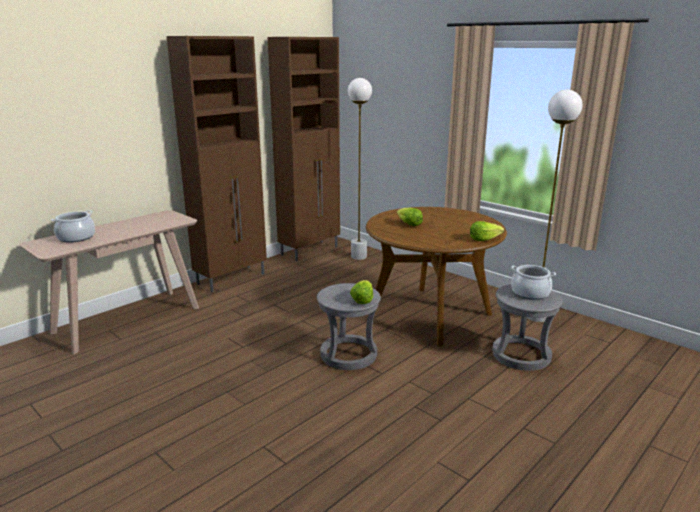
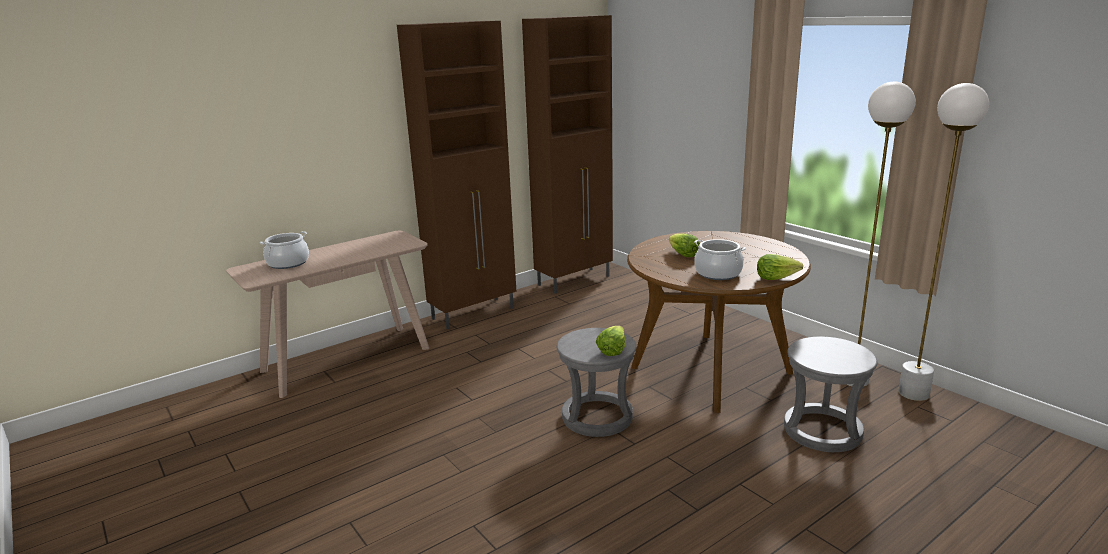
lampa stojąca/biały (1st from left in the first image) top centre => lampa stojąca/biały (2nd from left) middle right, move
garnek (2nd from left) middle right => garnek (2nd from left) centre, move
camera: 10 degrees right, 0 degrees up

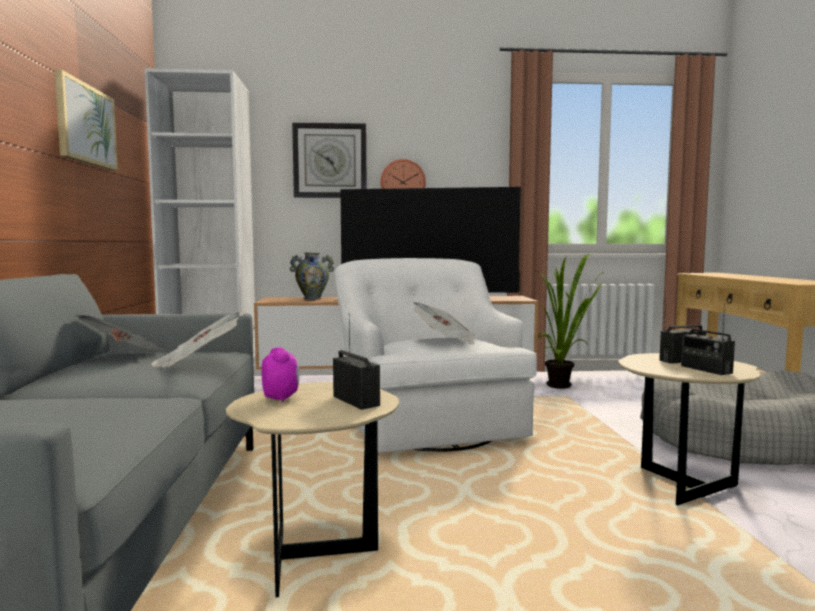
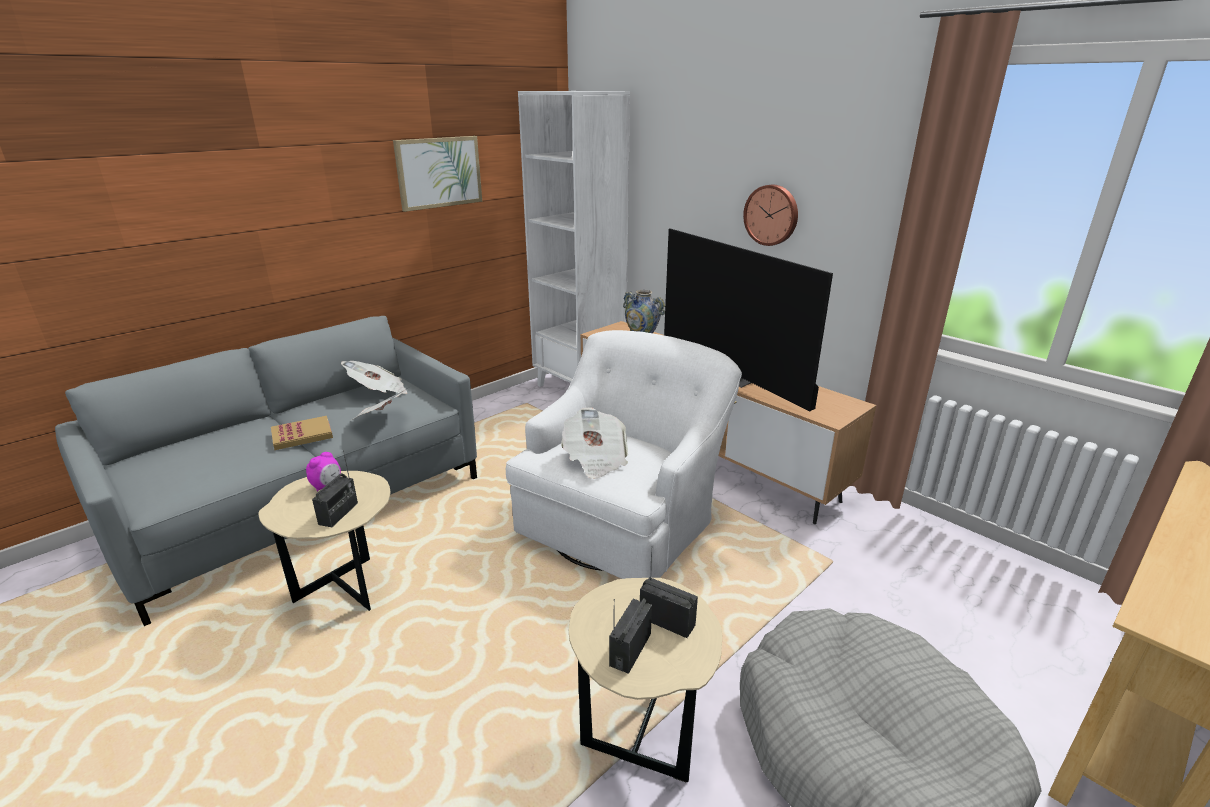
zegar ścienny (1st from left) top centre => nothing
roślina doniczkowa middle right => nothing
nothing => książka middle left
camera: 50 degrees right, 20 degrees up

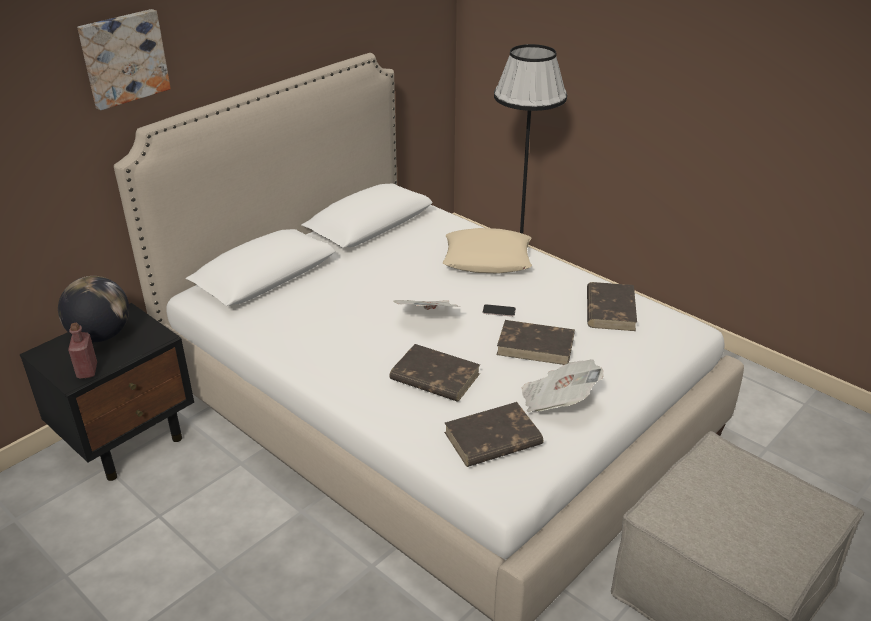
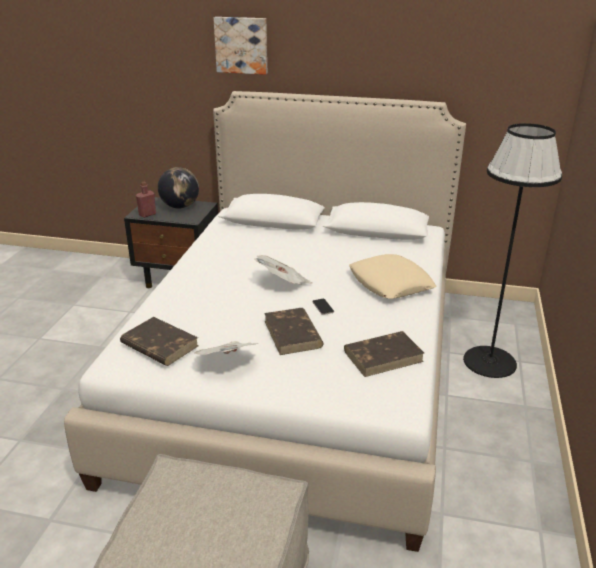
książka/brązowy (1st from left) centre => nothing
camera: 60 degrees right, 5 degrees down

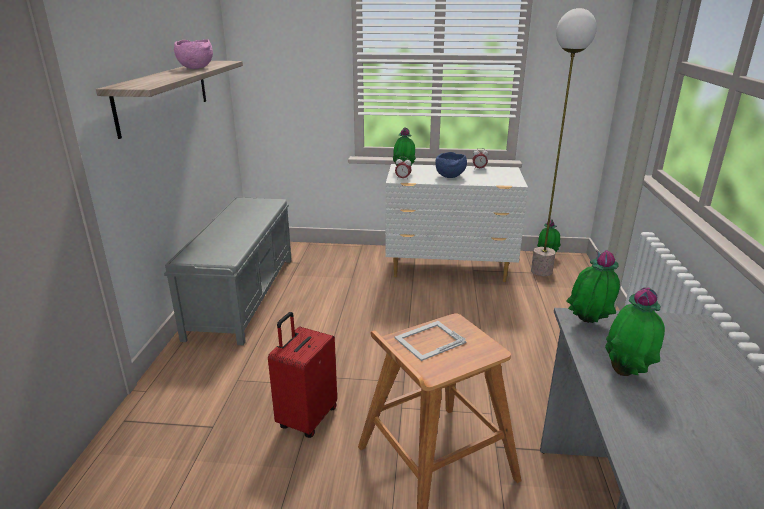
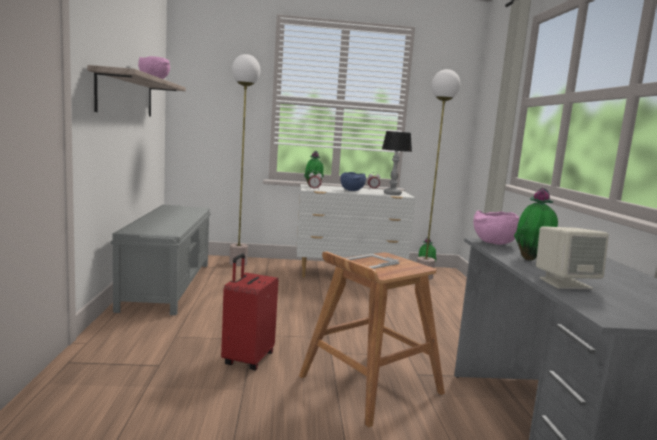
roślina doniczkowa (3rd from left) middle right => miska/różowy (2nd from left) middle right
nothing => lampa stojąca (1st from left) centre
nothing => lampa stołowa centre
nothing => głośnik/beżowy middle right
camera: 10 degrees left, 15 degrees down

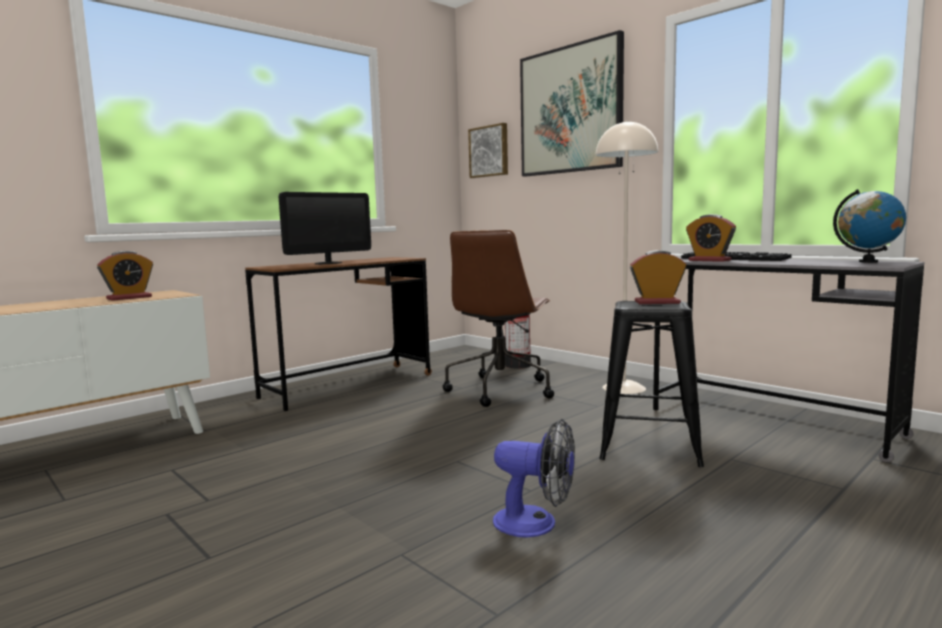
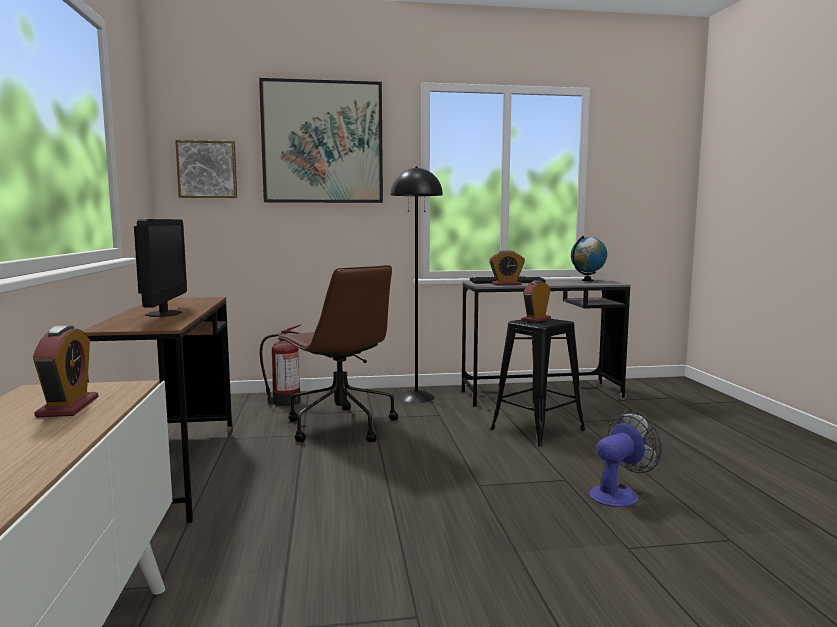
lampa stojąca/beżowy centre => lampa stojąca/czarny centre
camera: 55 degrees left, 0 degrees up

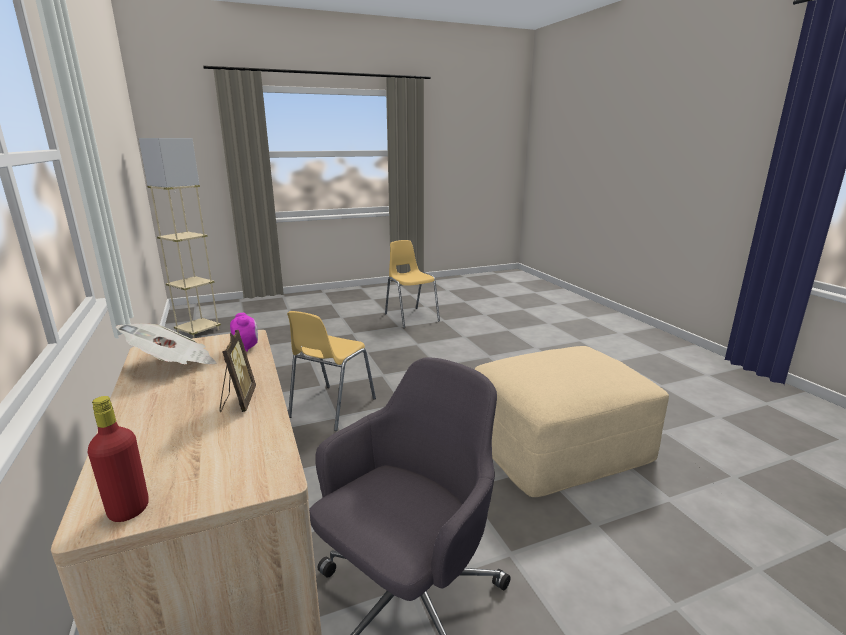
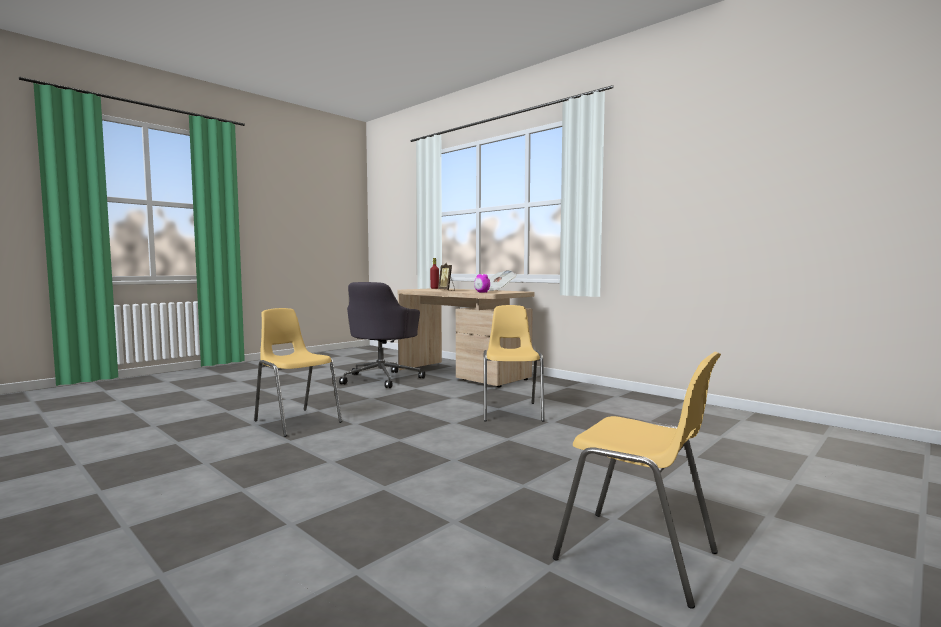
lampa stojąca/beżowy middle left => nothing
pufa/beżowy middle right => krzesło/żółty (1st from left) middle left
camera: 155 degrees right, 15 degrees down

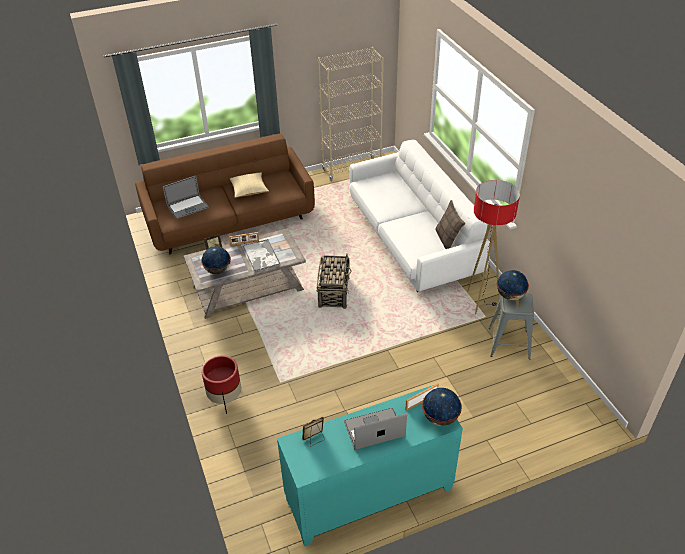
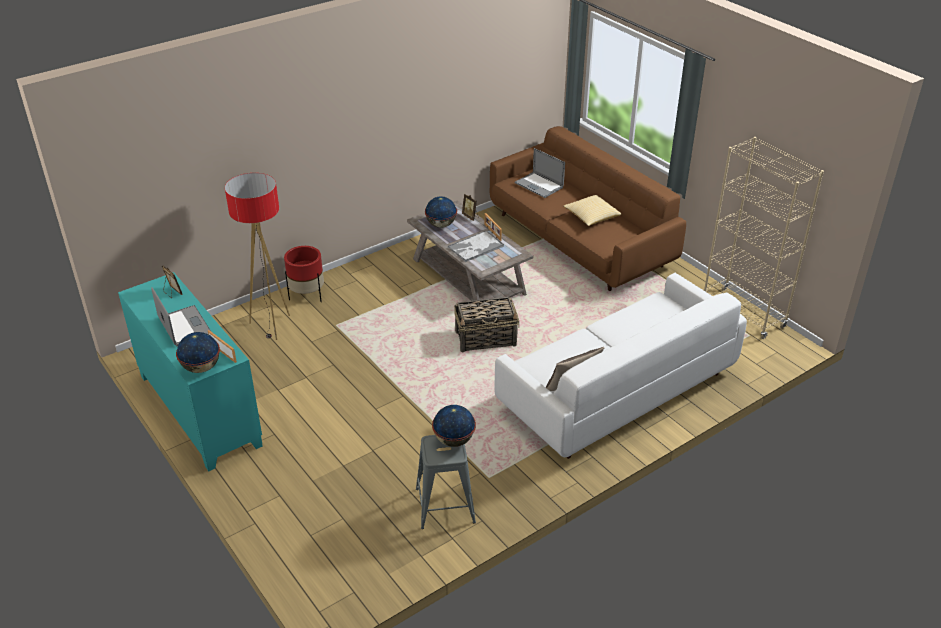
lampa stojąca middle right => lampa stojąca middle left, move
camera: 75 degrees right, 5 degrees down

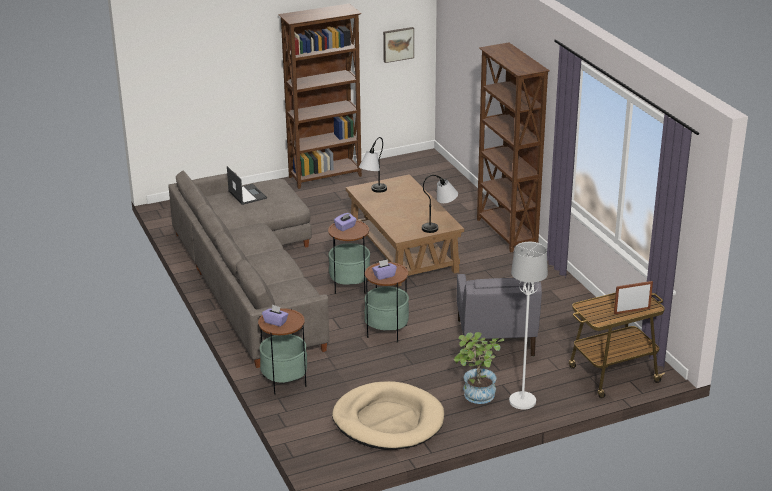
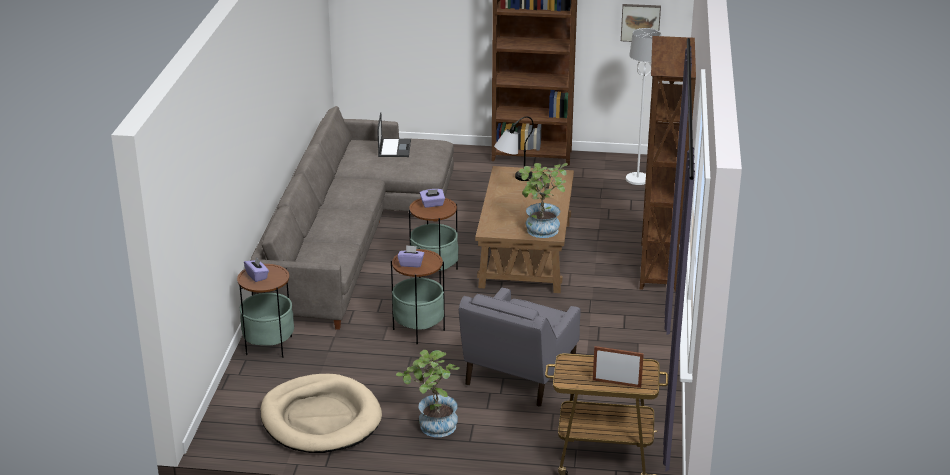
lampa stołowa (2nd from left) centre => roślina doniczkowa (2nd from left) centre
lampa stojąca/biały middle right => lampa stojąca/biały top right, move
camera: 30 degrees right, 0 degrees up

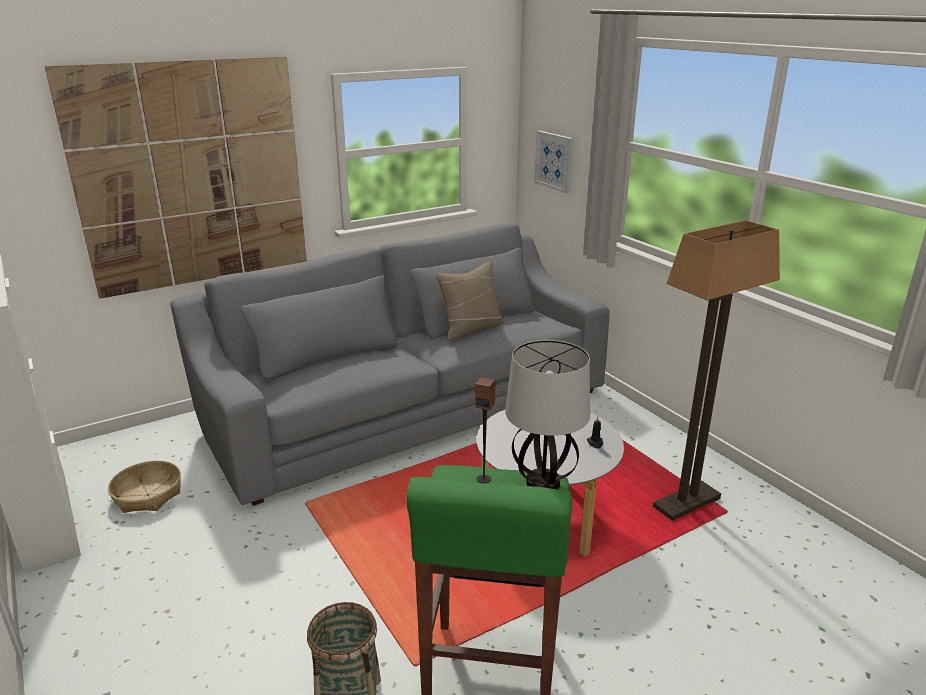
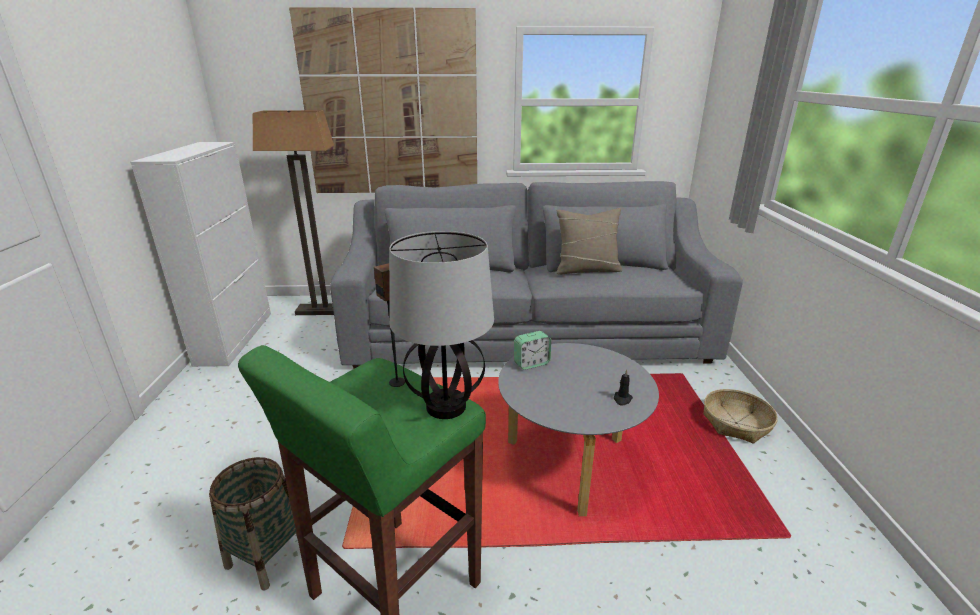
koszyk (1st from left in the first image) bottom left => koszyk (2nd from left) bottom right, move
obraz (2nd from left) top centre => nothing
lampa stojąca middle right => lampa stojąca middle left, move
nothing => budzik centre
camera: 30 degrees right, 0 degrees up

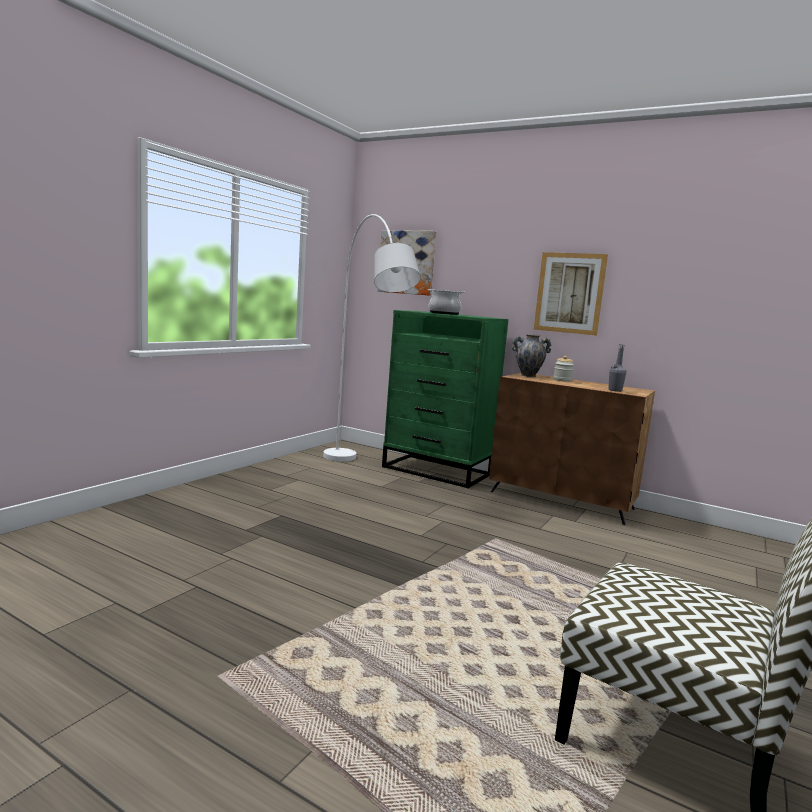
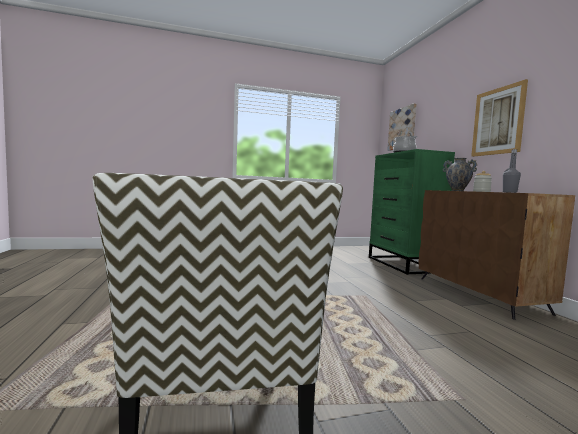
lampa stojąca/biały centre => nothing
camera: 45 degrees right, 5 degrees down

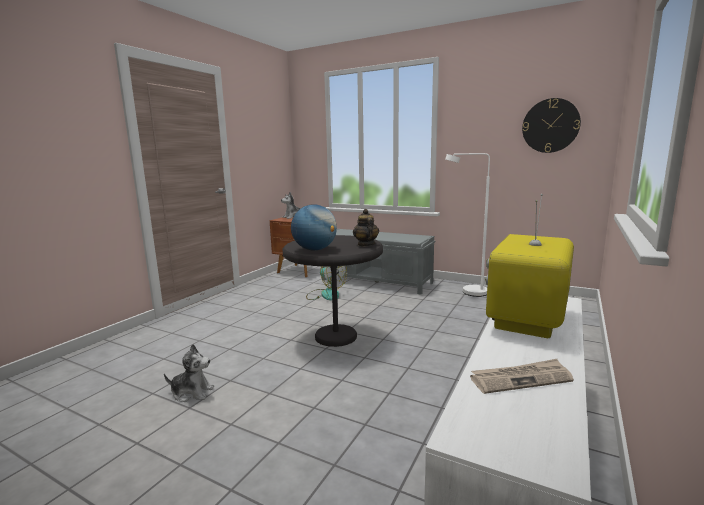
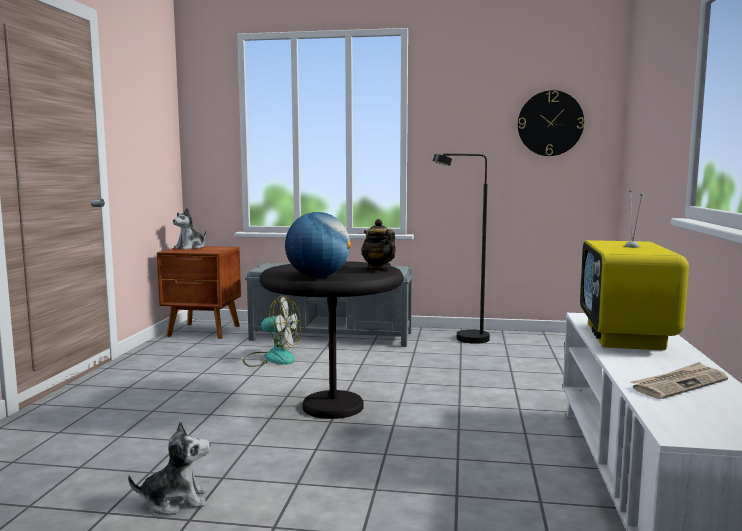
lampa stojąca/biały centre => lampa stojąca/czarny centre
camera: 20 degrees left, 5 degrees down

